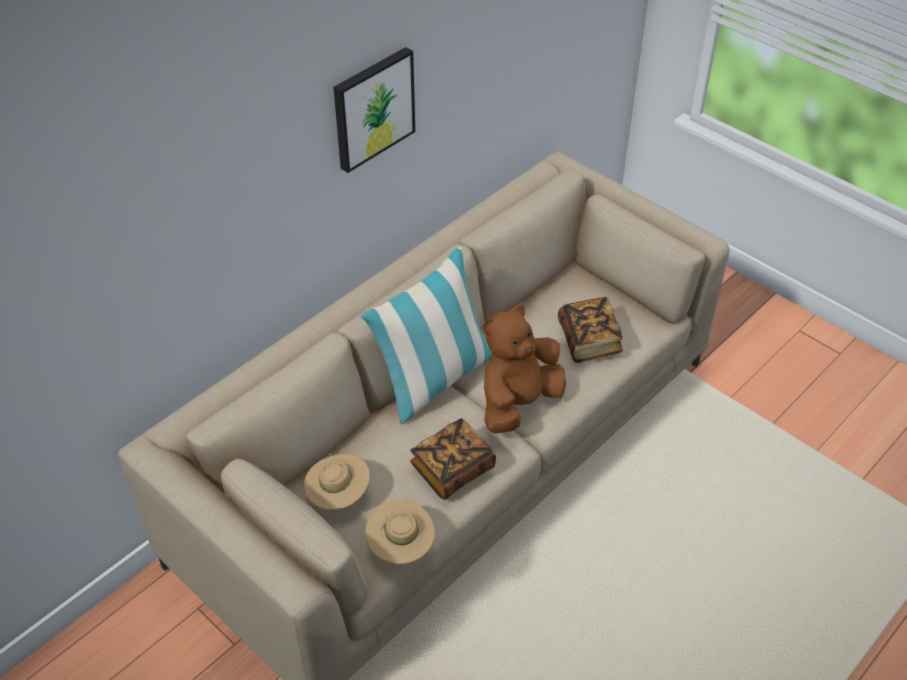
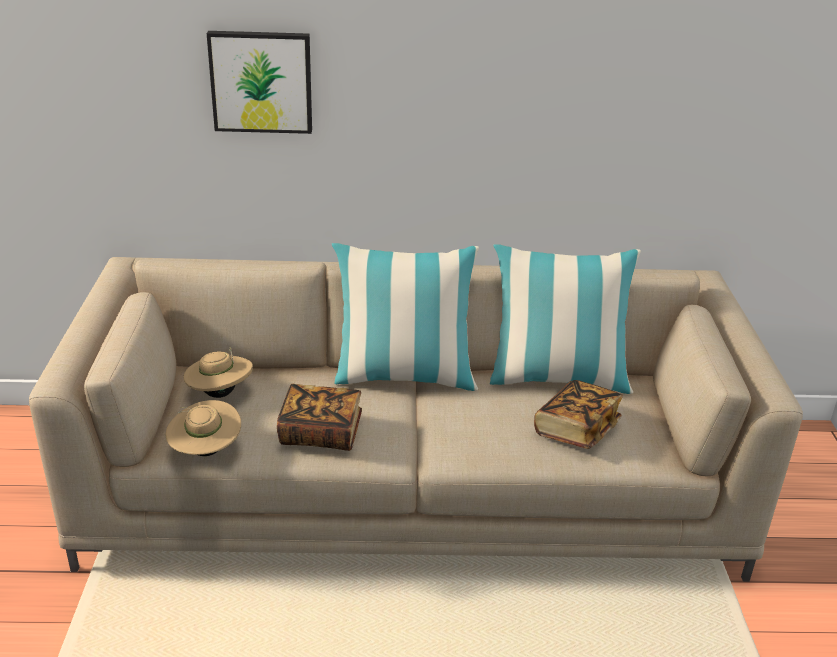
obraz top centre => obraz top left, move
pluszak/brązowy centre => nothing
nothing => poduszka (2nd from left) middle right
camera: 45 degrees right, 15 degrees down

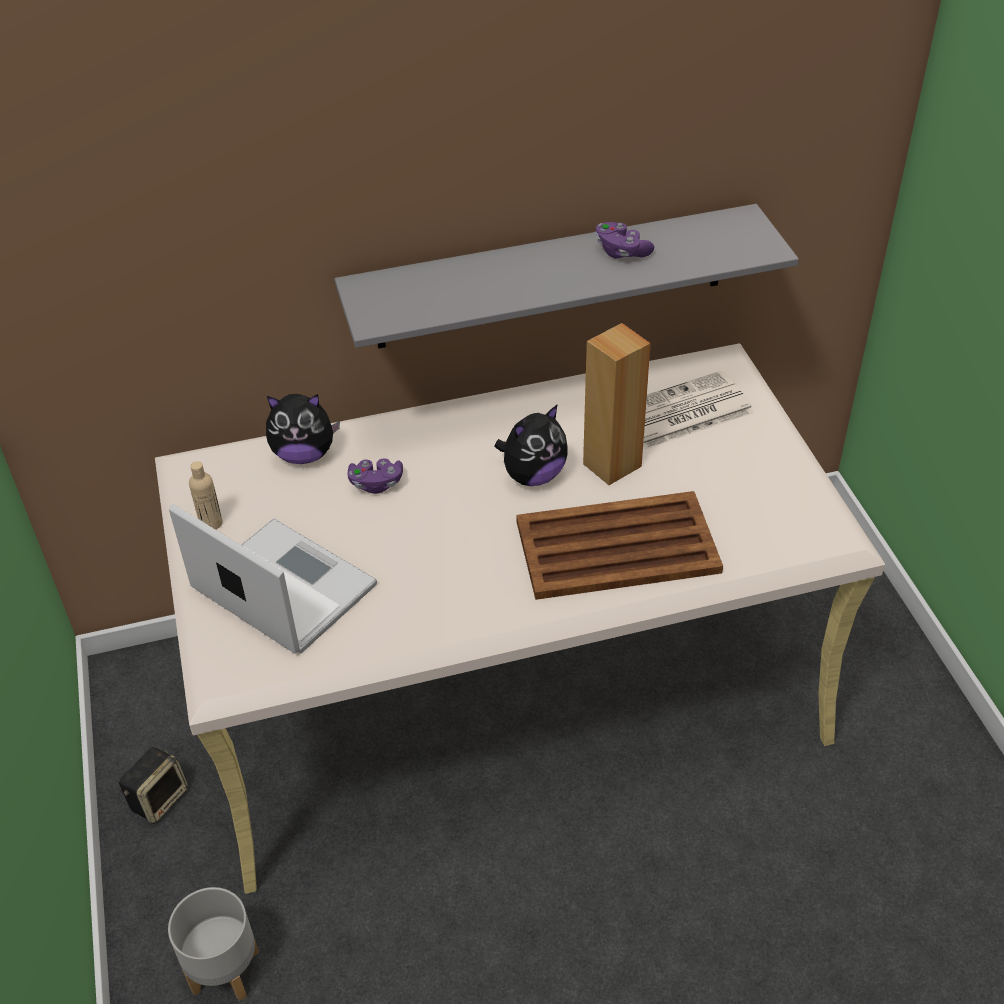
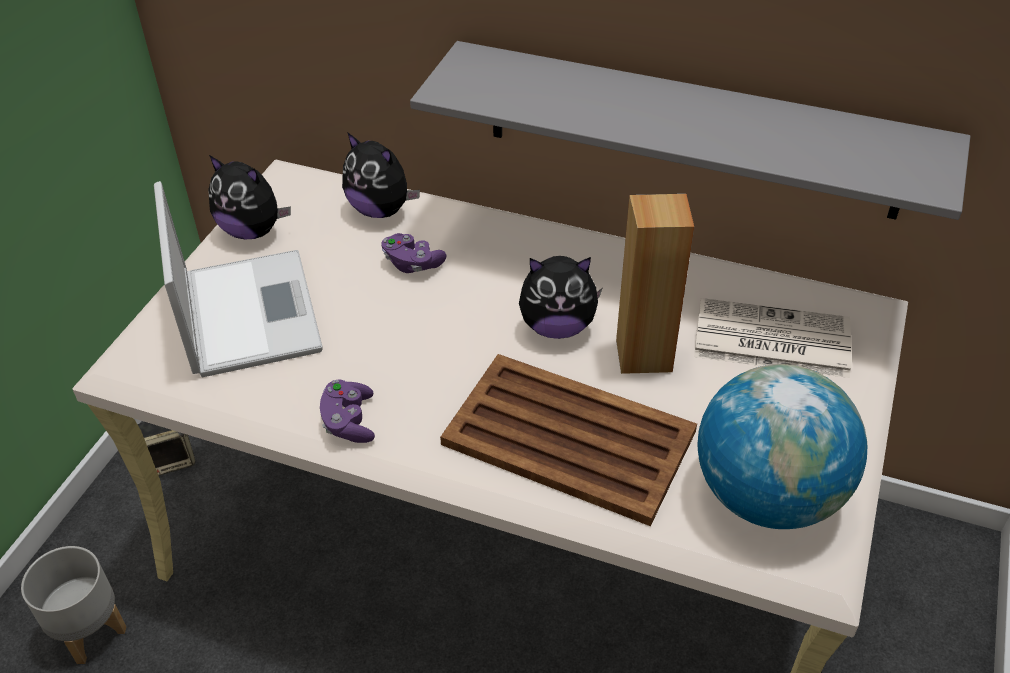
butelka/beżowy middle left => pluszak (1st from left) top left
pad do gier/fioletowy (2nd from left in the first image) top centre => pad do gier/fioletowy (1st from left) centre, move
nothing => globus middle right
camera: 35 degrees right, 0 degrees up

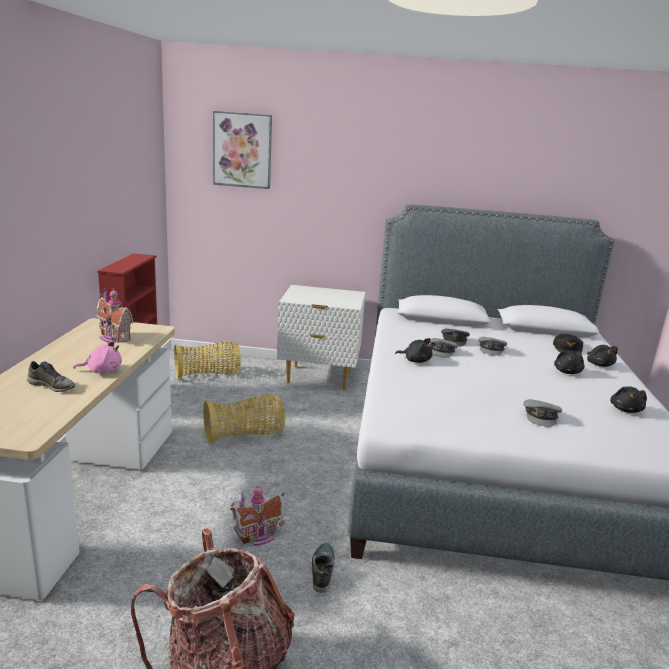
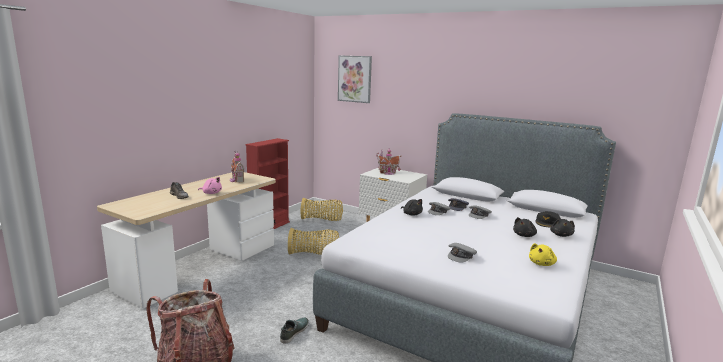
domek (2nd from left) bottom centre => domek (2nd from left) centre, move
pluszak/czarny (4th from left) middle right => pluszak/żółty bottom right
camera: 25 degrees right, 5 degrees down

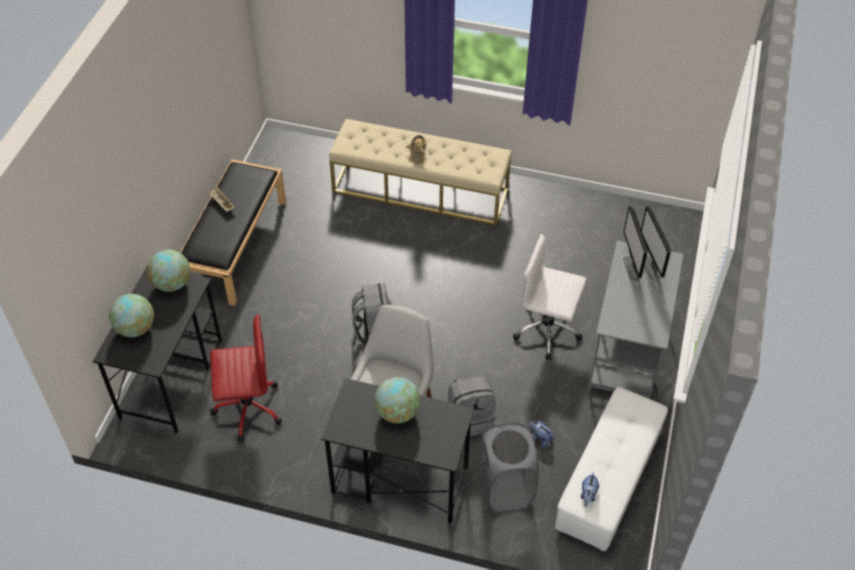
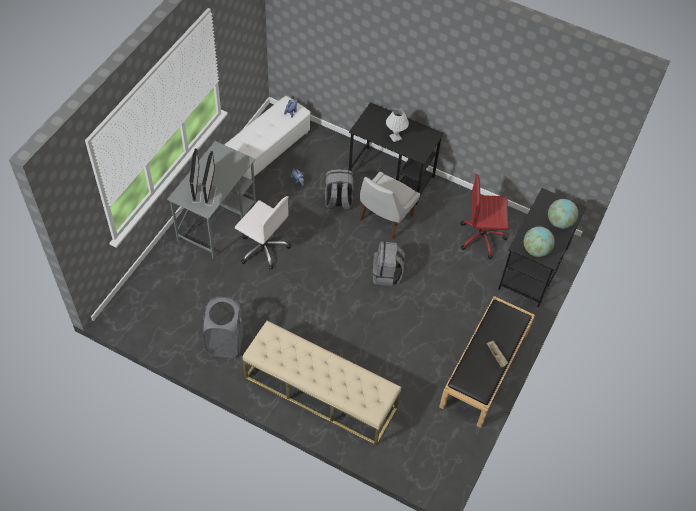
globus (3rd from left) bottom centre => lampa stołowa/biały top centre
pluszak (1st from left) top centre => nothing
kosz na pranie/szary bottom centre => kosz na pranie/szary middle left, move
camera: 170 degrees left, 5 degrees up

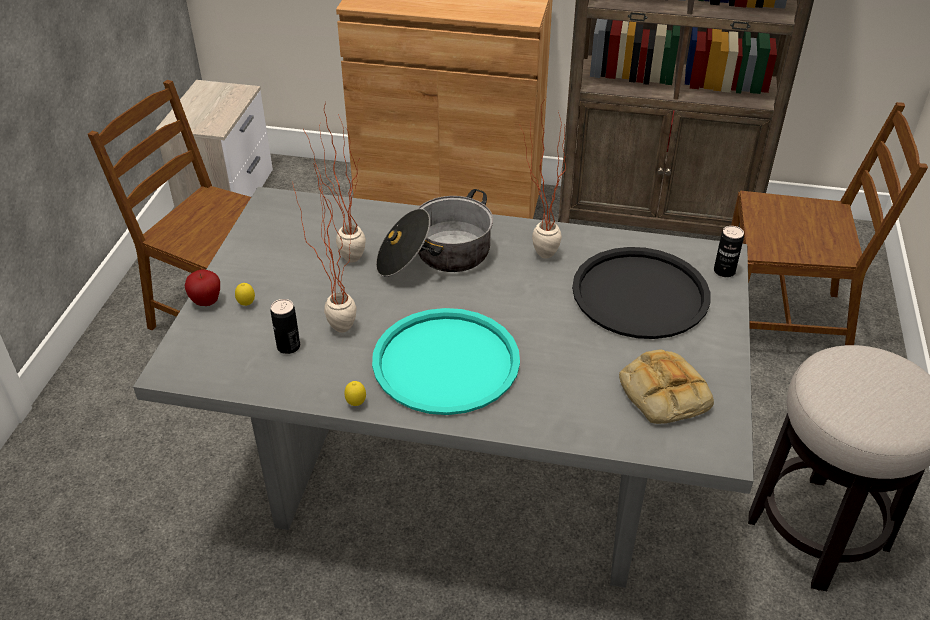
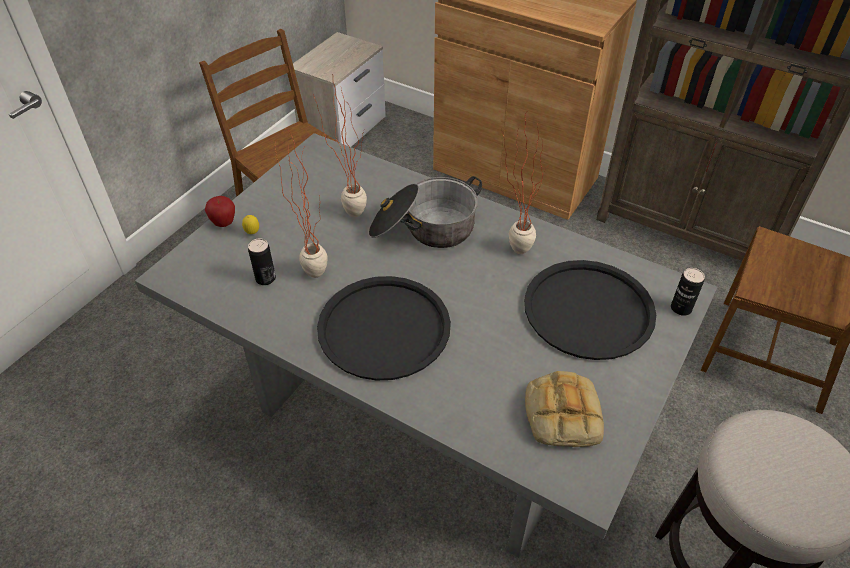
cytryna (2nd from left) centre => nothing
taca/turkusowy centre => taca/czarny (1st from left) centre
camera: 20 degrees right, 5 degrees up

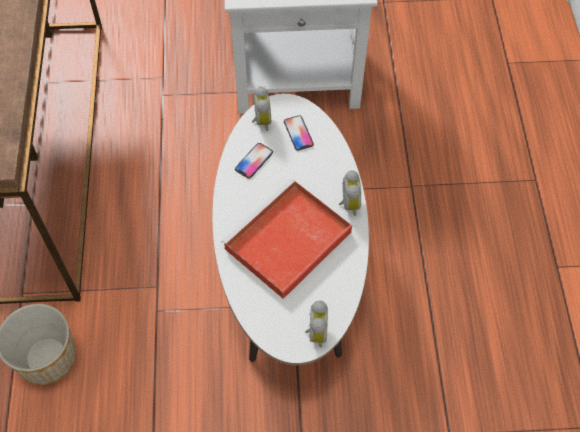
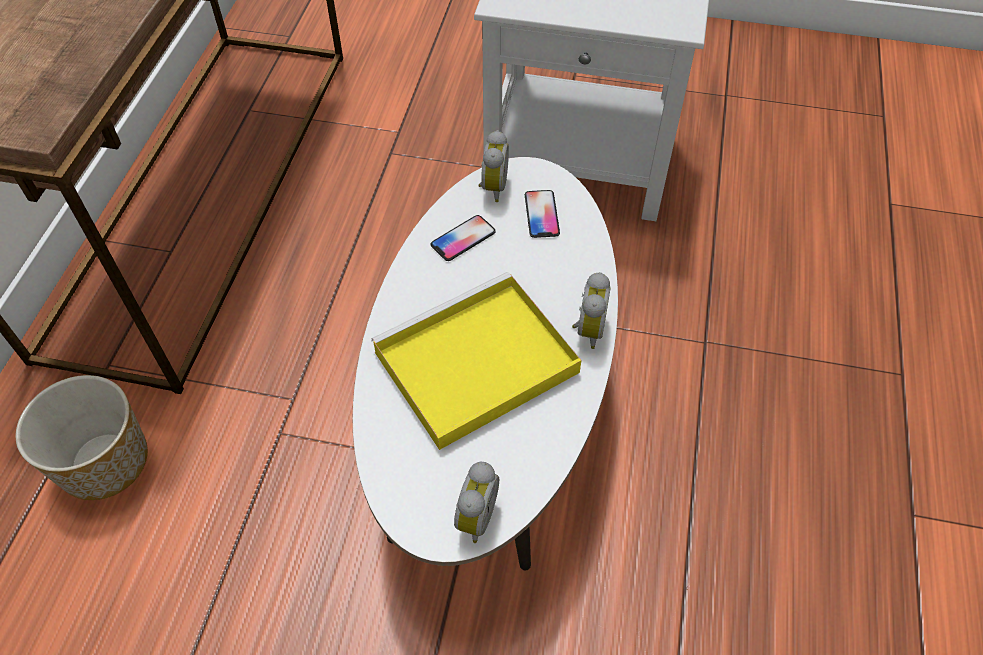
taca/czerwony centre => taca/żółty centre
camera: 15 degrees right, 5 degrees down

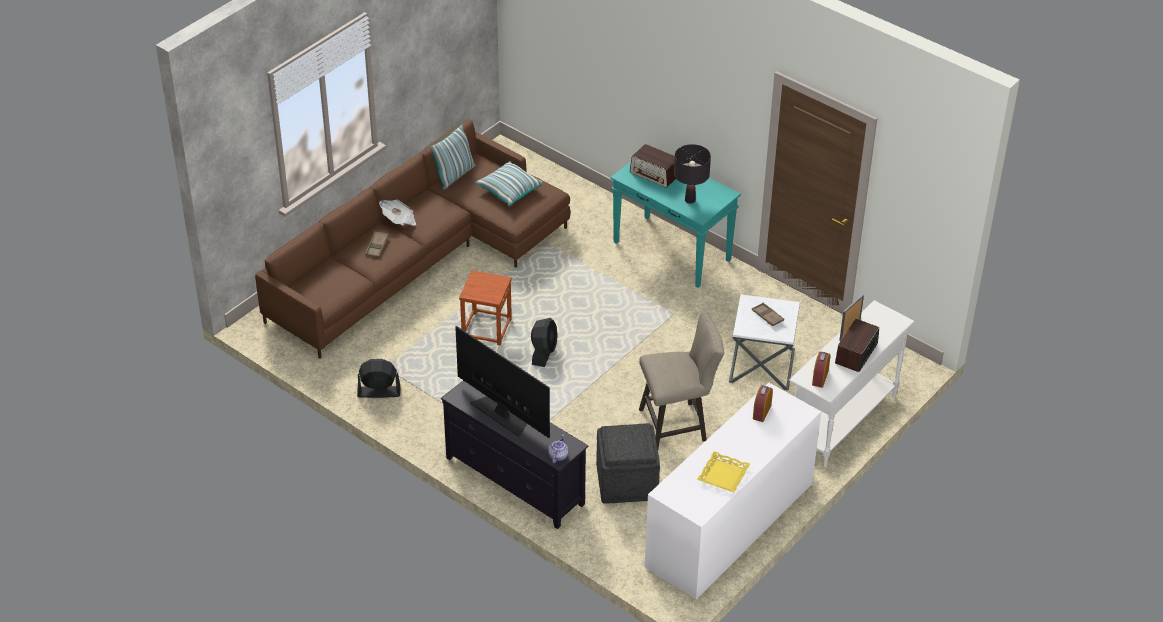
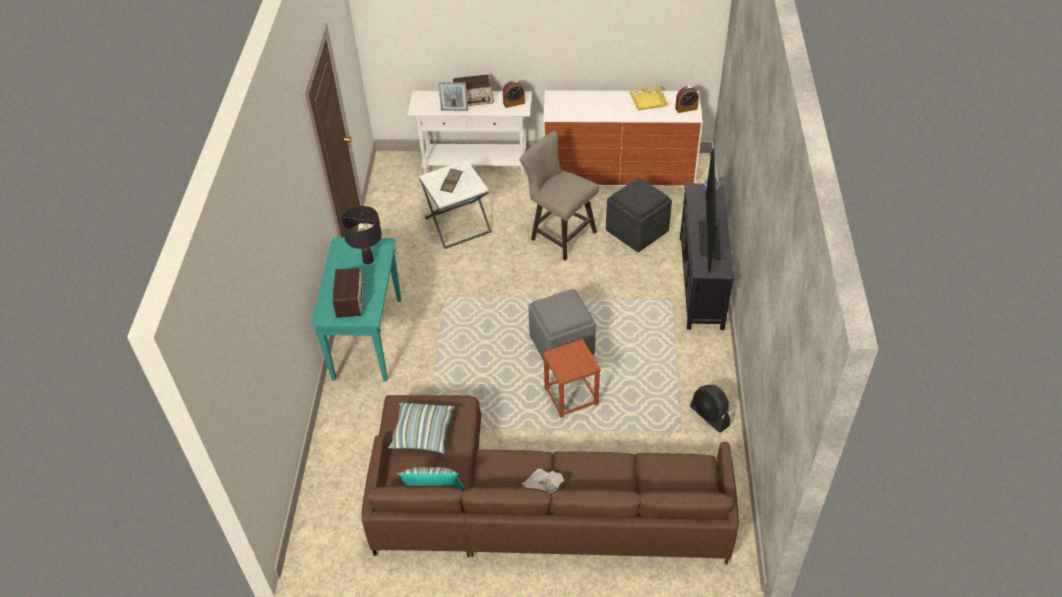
taca/brązowy (1st from left) middle left => nothing
wentylator/czarny (2nd from left) centre => pufa/szary (1st from left) centre
budzik (1st from left in the first image) centre => budzik (2nd from left) top centre, move
camera: 125 degrees left, 5 degrees up

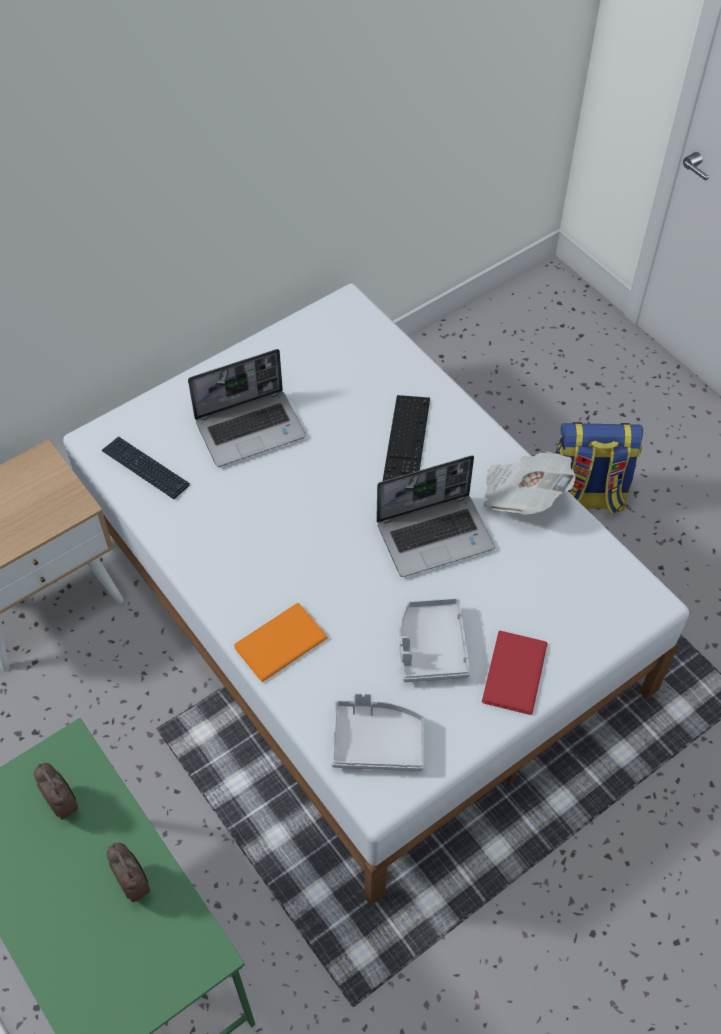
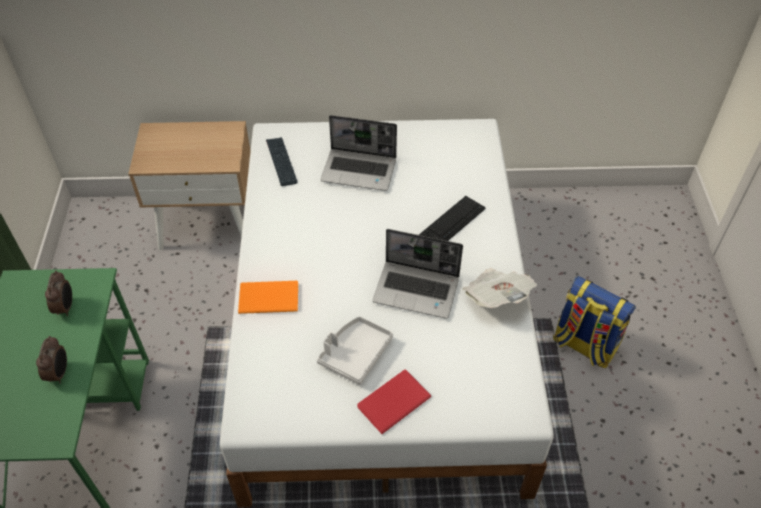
taca/szary (1st from left) bottom centre => nothing
camera: 35 degrees right, 5 degrees down

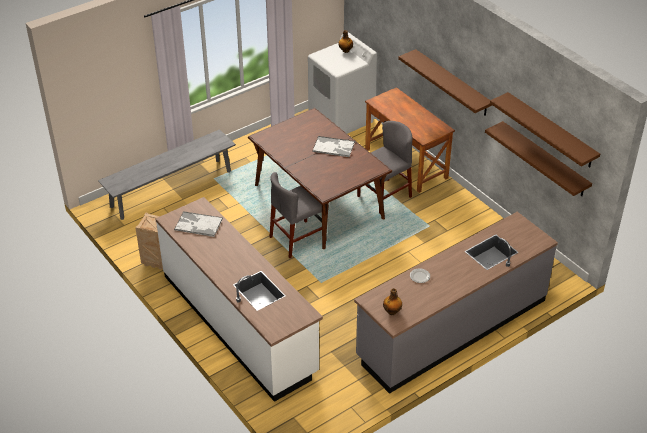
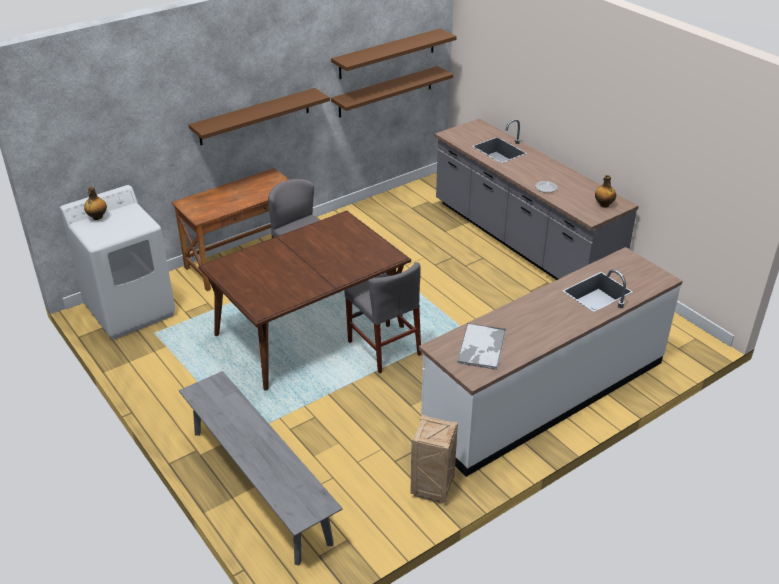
taca (2nd from left) centre => nothing
camera: 90 degrees left, 5 degrees down

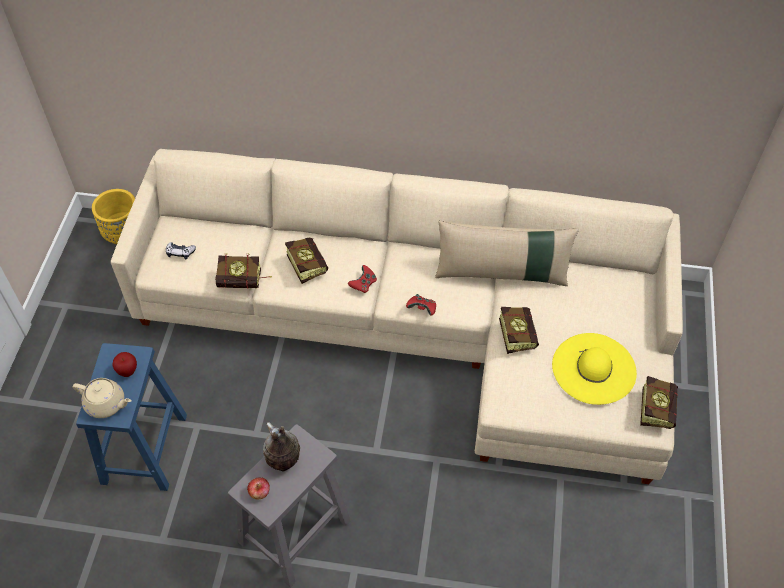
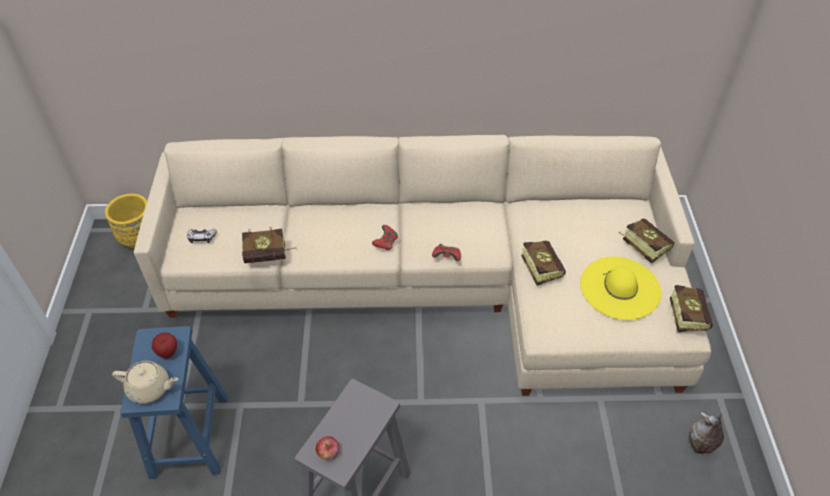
wazon bottom centre => wazon bottom right, move
książka (2nd from left in the first image) centre => książka (3rd from left) middle right, move
poduszka/beżowy centre => nothing
camera: 10 degrees left, 5 degrees down

